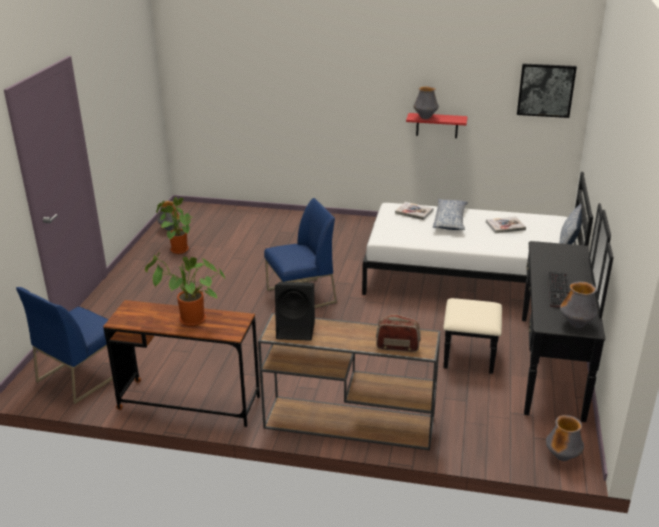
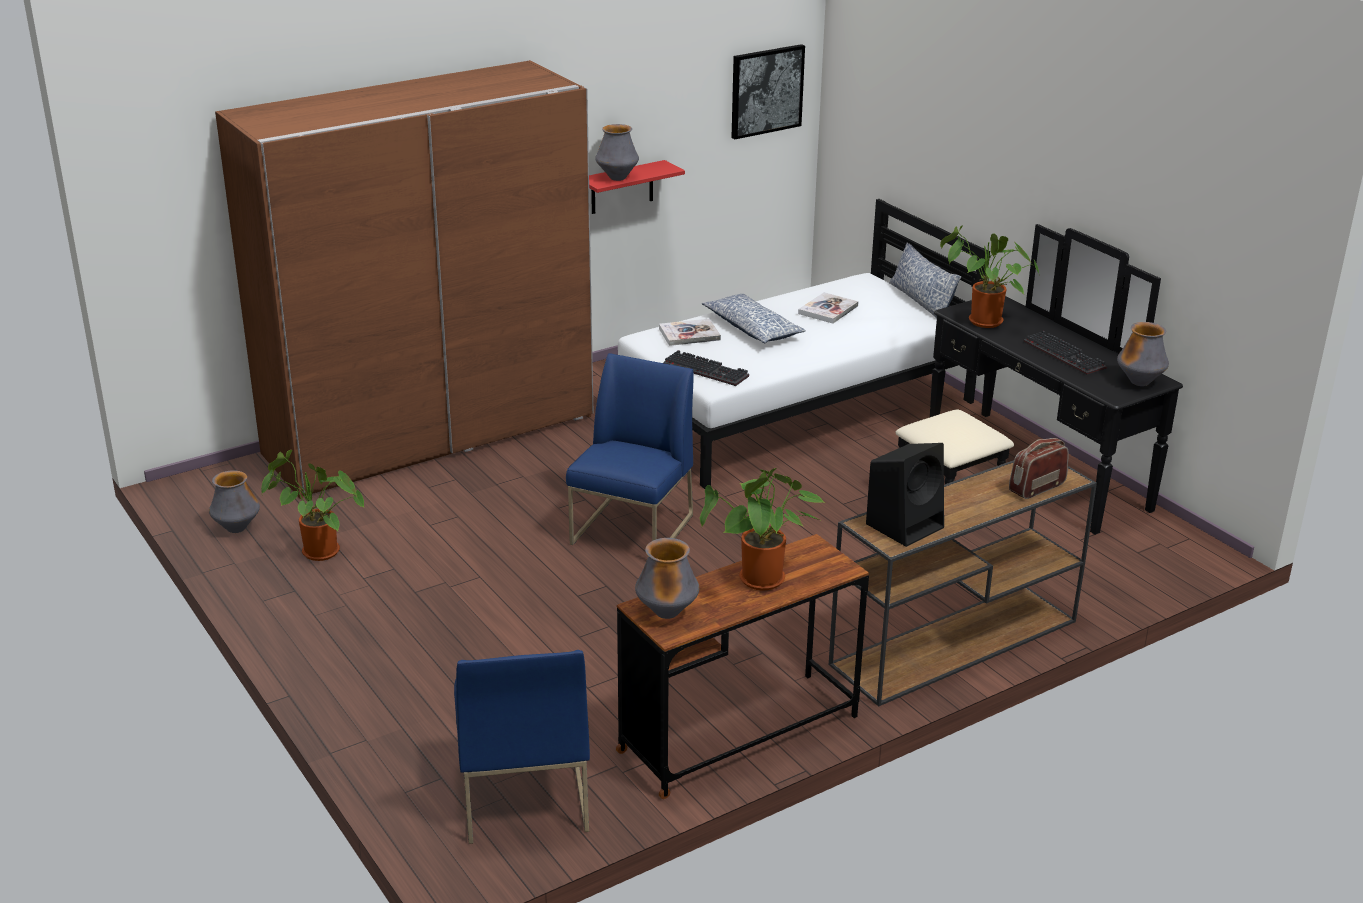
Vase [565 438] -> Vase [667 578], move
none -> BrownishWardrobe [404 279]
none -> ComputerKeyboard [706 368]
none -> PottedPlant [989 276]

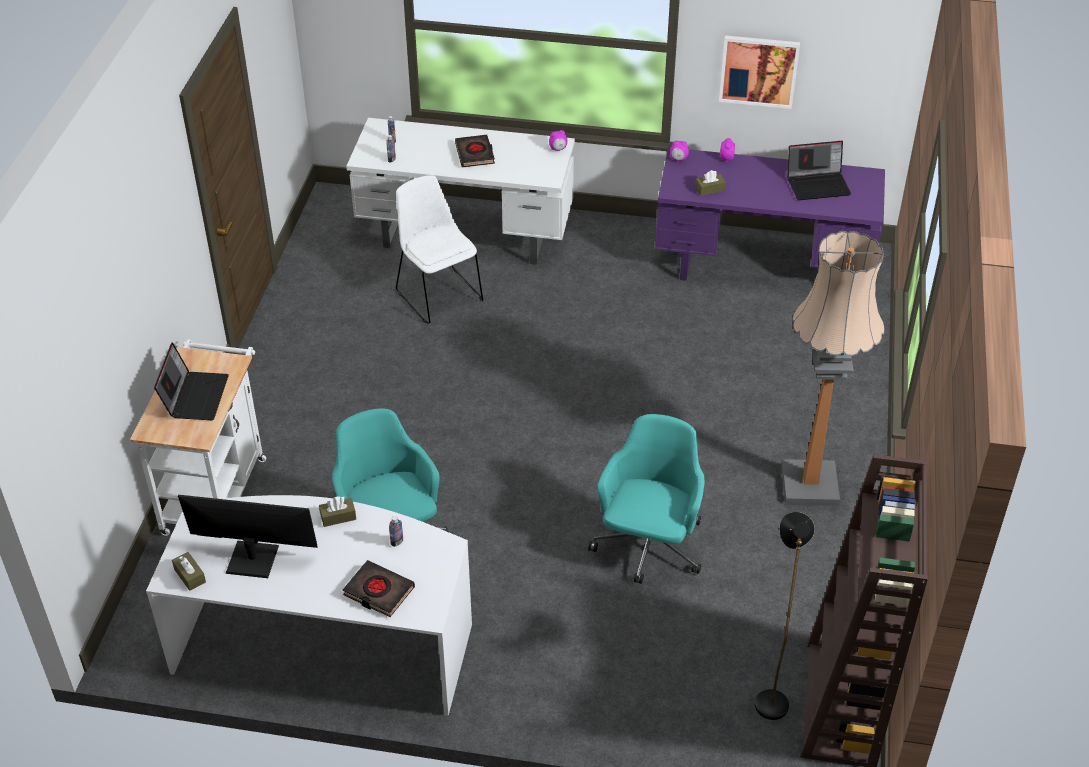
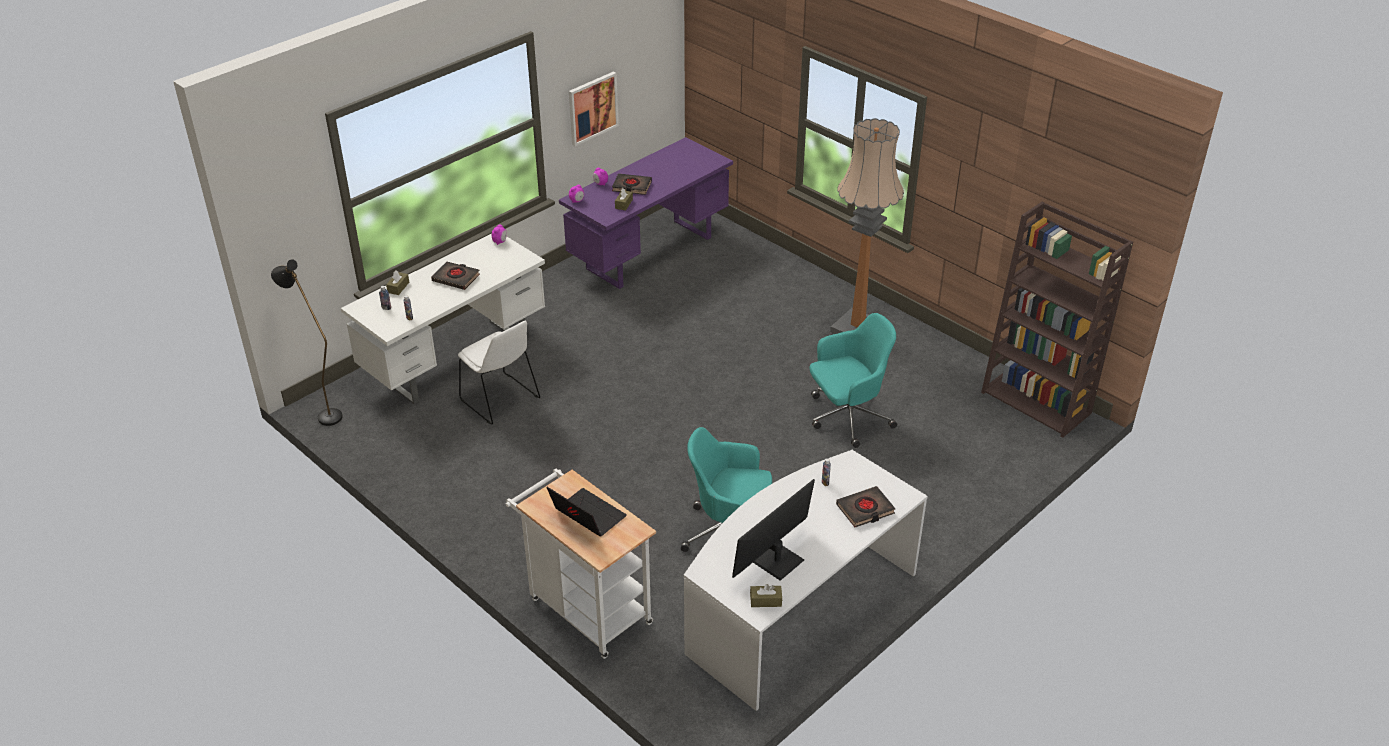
BrownishTissueBox [337 511] -> BrownishTissueBox [397 282], move
WhiteColouredPlainChair [439 249] -> WhiteColouredPlainChair [499 373], 135 degrees counterclockwise
TurquoiseDeskChair [646 499] -> TurquoiseDeskChair [853 380], 105 degrees clockwise
BlackColouredStandardLamp [785 616] -> BlackColouredStandardLamp [307 342], move
NotebookComputer [819 170] -> none
none -> BlackColouredBook [632 184]

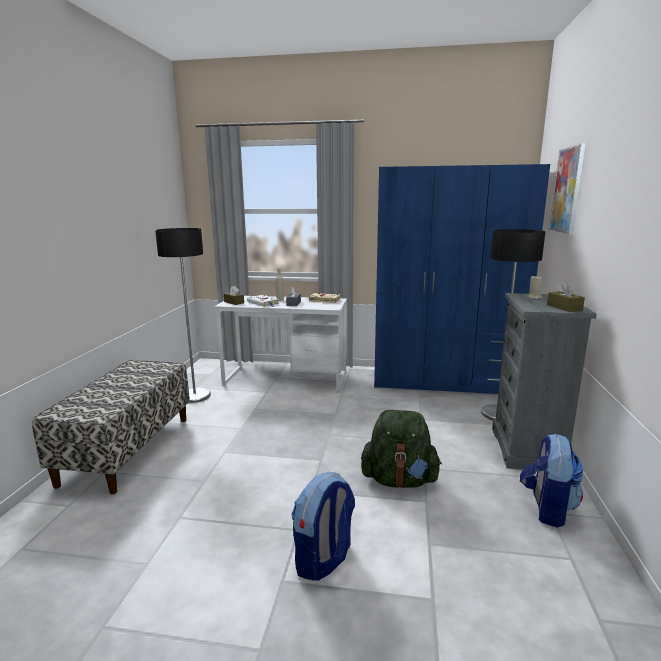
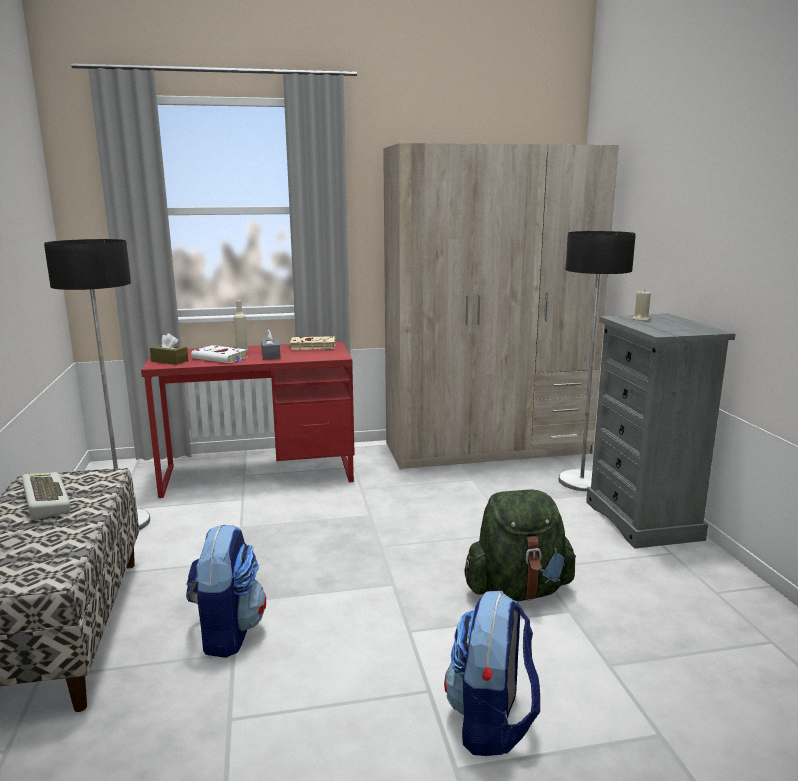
WhiteColouredDeskUnit [280 343] -> RedColouredDeskUnit [248 420]
BlueColouredWardrobe [462 279] -> SandColouredWardrobe [501 306]
Rucksack [551 480] -> Rucksack [226 591], move
BrownishTissueBox [566 297] -> none
Picture [567 188] -> none
none -> ComputerKeyboard [46 496]

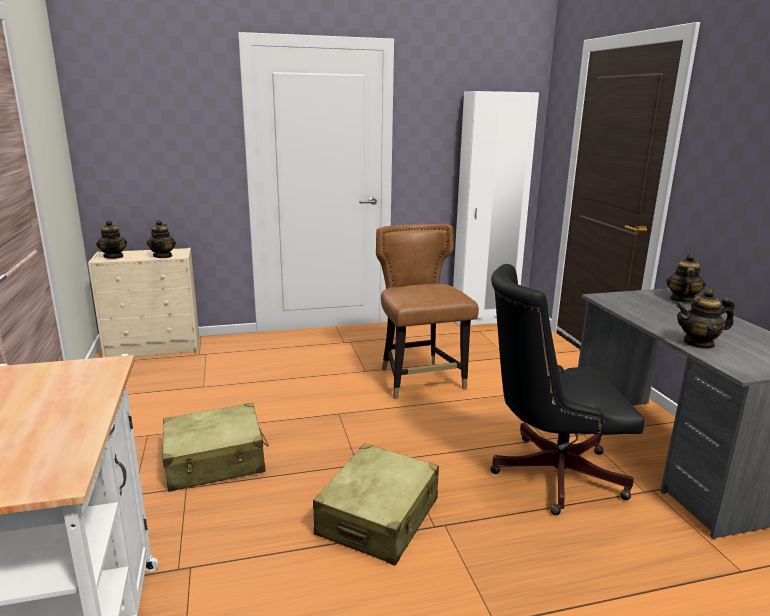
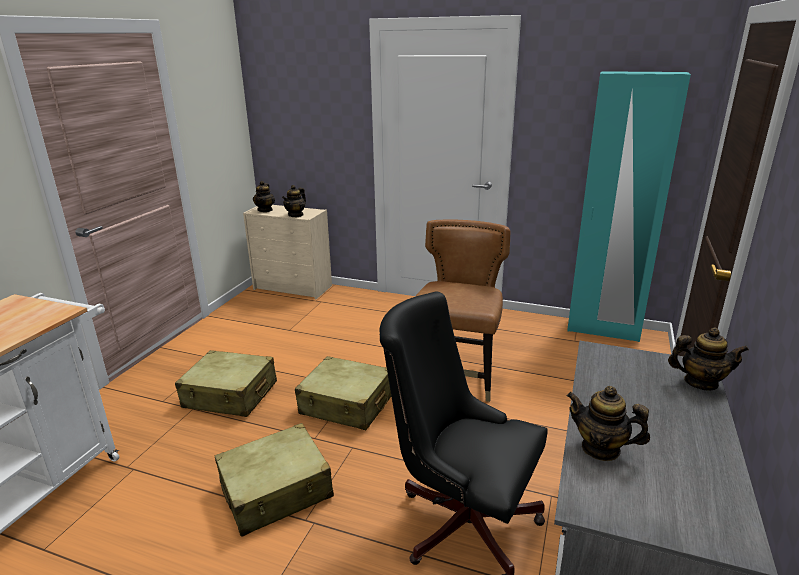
WhiteColouredWardrobe [496 208] -> TurquoiseWardrobe [629 206]
TeaPot [686 278] -> TeaPot [708 359], 45 degrees clockwise
none -> SandColouredTravelCase [343 393]

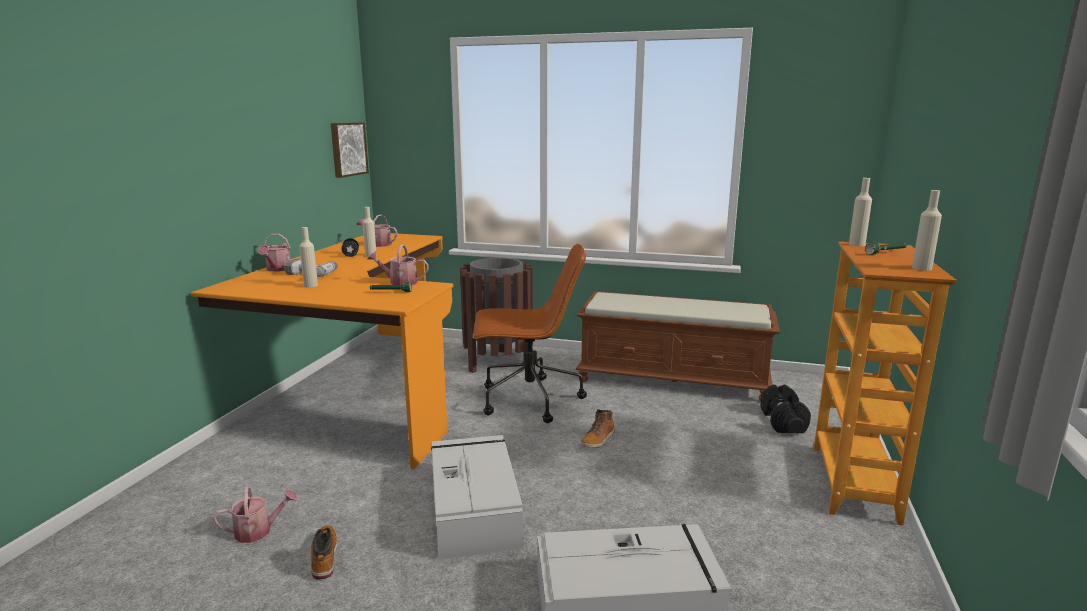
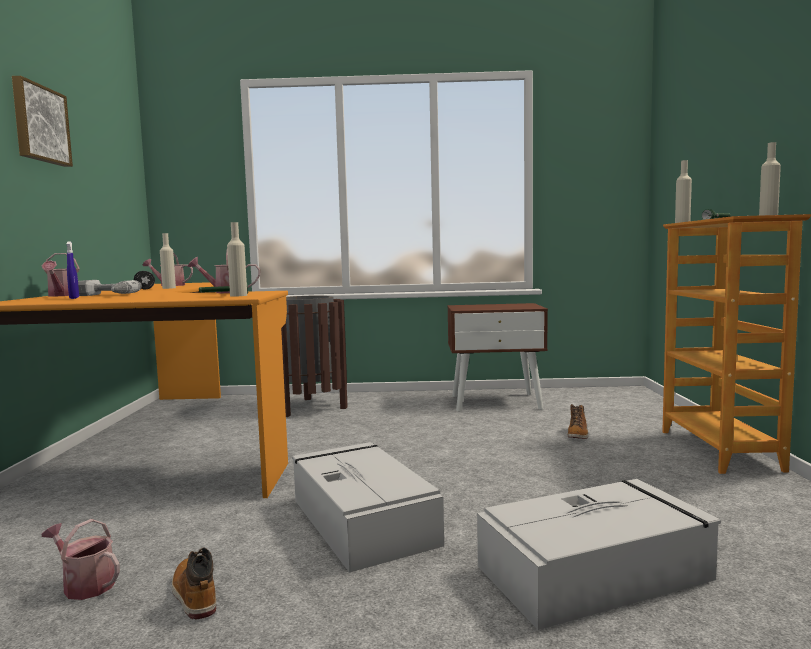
WateringCan [255 515] -> WateringCan [80 559], 120 degrees counterclockwise
SandColouredBeverageBottle [308 257] -> SandColouredBeverageBottle [237 259], move
Picture [350 150] -> Picture [42 121], move
BrownishDeskChair [529 333] -> none
BrownishBench [678 346] -> BrownishBedsideTable [497 357]
TallBoot [597 428] -> TallBoot [578 421], move
BlackColouredFreeWeight [785 408] -> none
none -> BlueColouredSprayBottle [73 270]

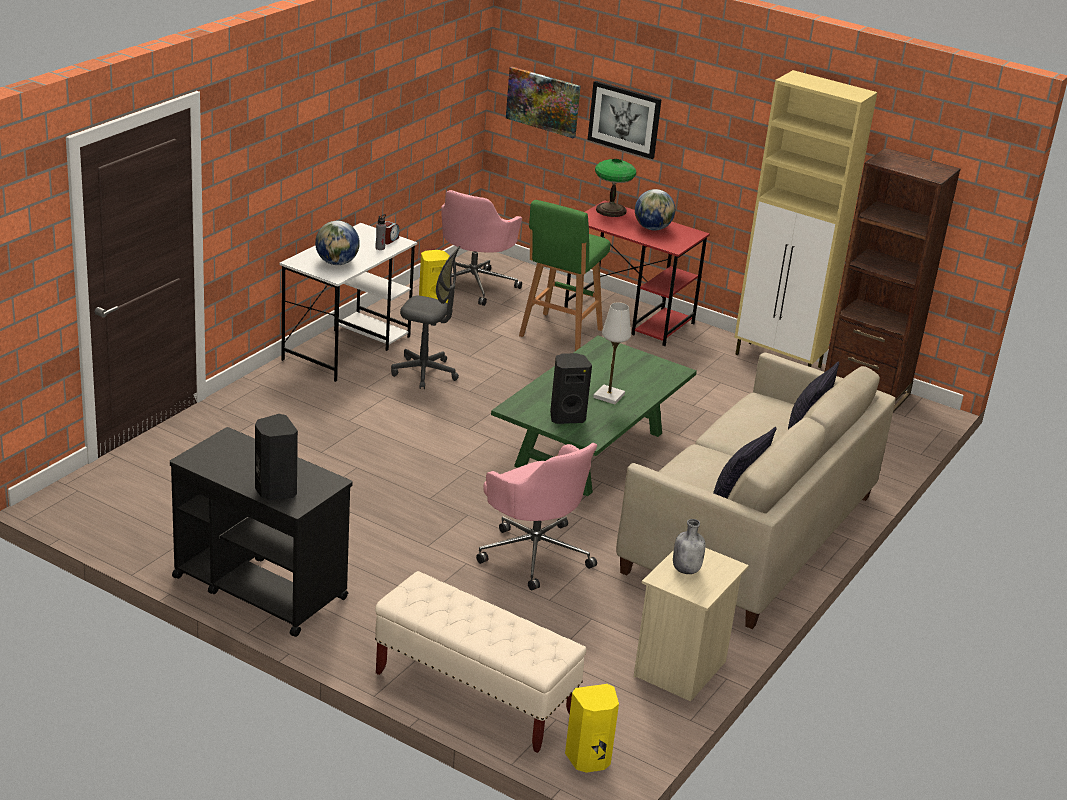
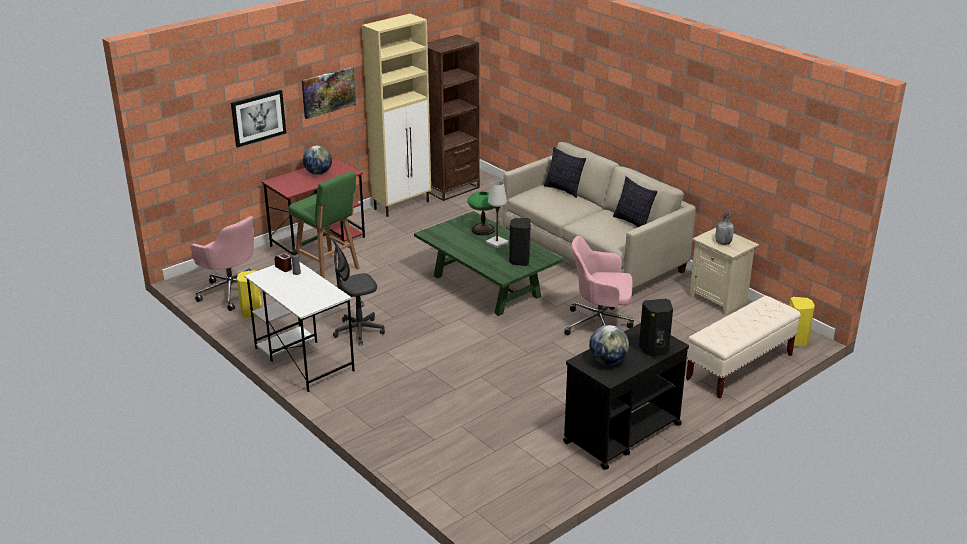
DeskGlobe [337 243] -> DeskGlobe [609 345], move
GrayDeskChair [425 317] -> GrayDeskChair [358 291], 150 degrees counterclockwise
PinkDeskChair [536 516] -> PinkDeskChair [599 285], 150 degrees counterclockwise
Picture [543 102] -> Picture [329 93], move
TableLamp [615 188] -> TableLamp [481 214], move

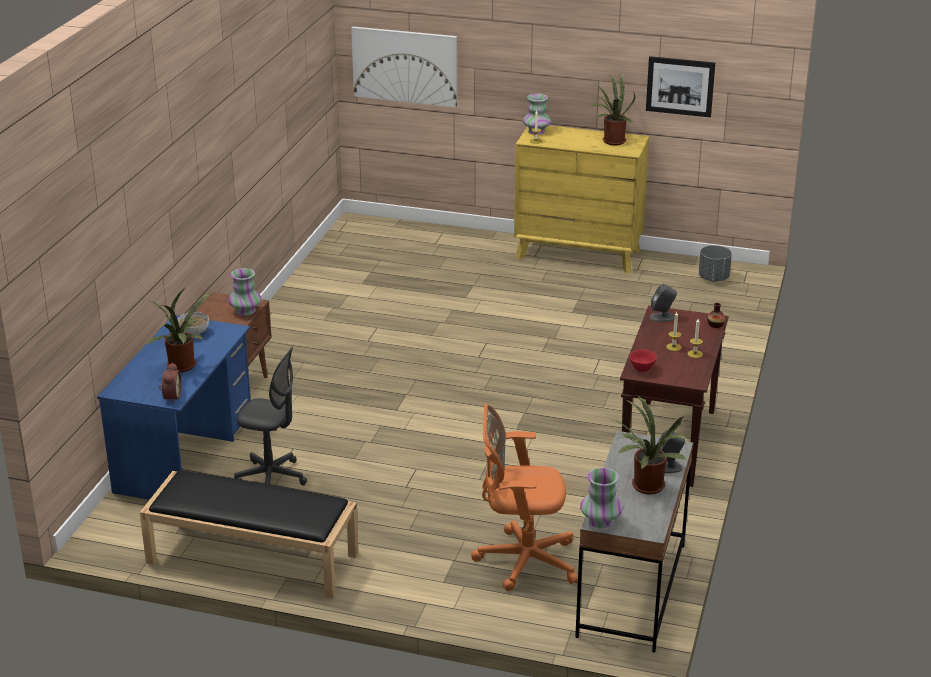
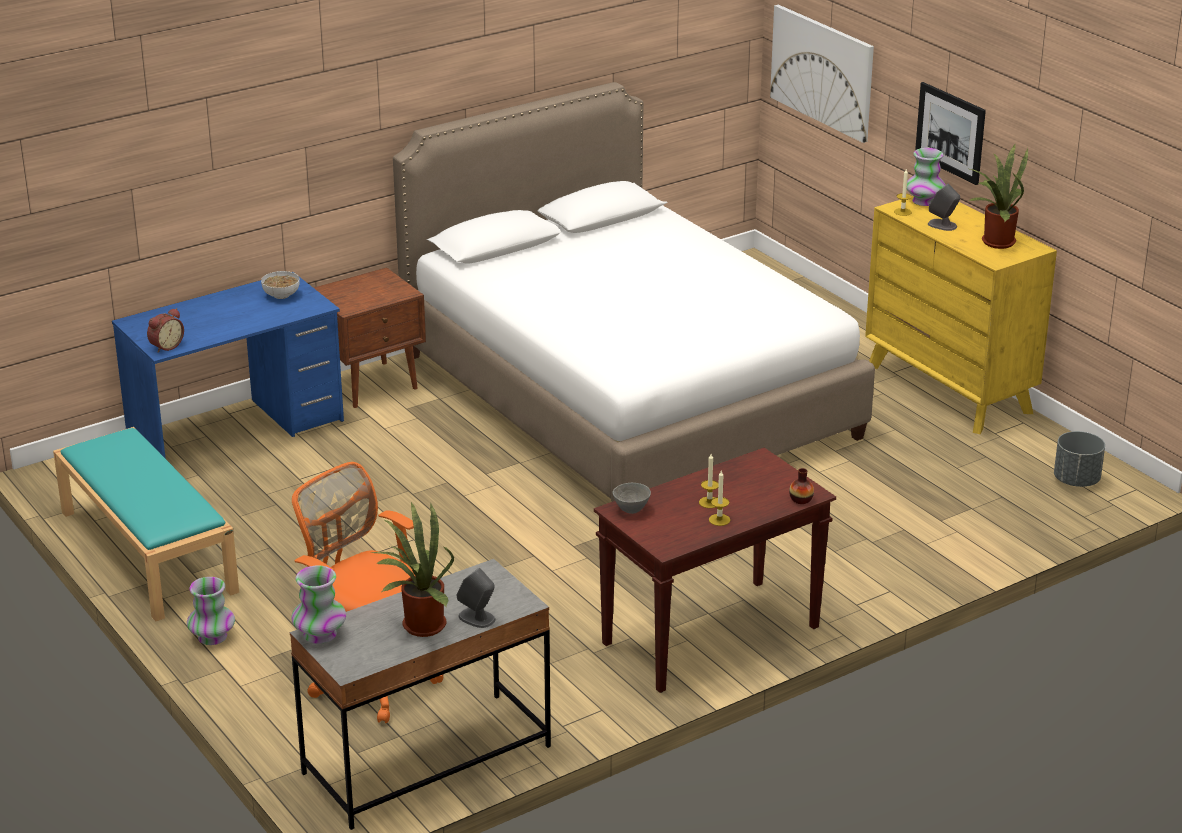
BlackColouredBench [249 534] -> TurquoiseBench [146 524]
PottedPlant [178 330] -> none
Vase [244 292] -> Vase [211 611], move
GrayDeskChair [270 416] -> none
RedColouredBowl [643 360] -> GrayBowl [632 498]
Picture [680 86] -> Picture [950 133], move
GraySpeaker [663 303] -> GraySpeaker [944 207], move
none -> WhiteColouredBed [634 292]

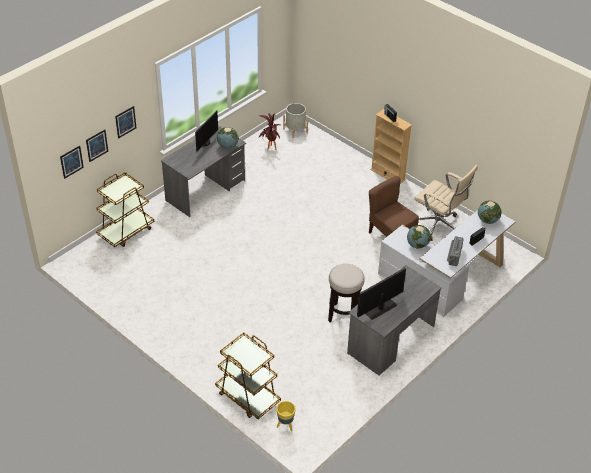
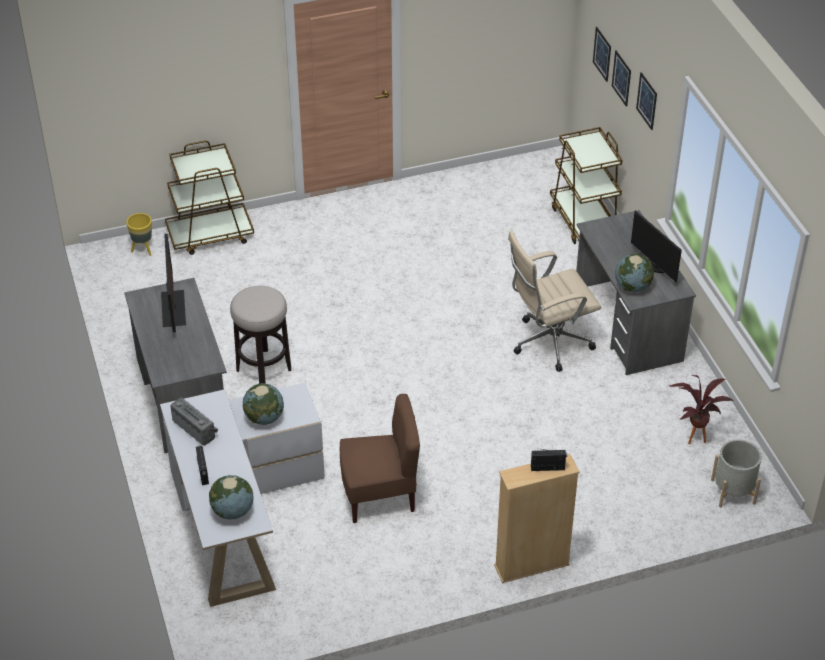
SandColouredDeskChair [446 203] -> SandColouredDeskChair [554 301], move

